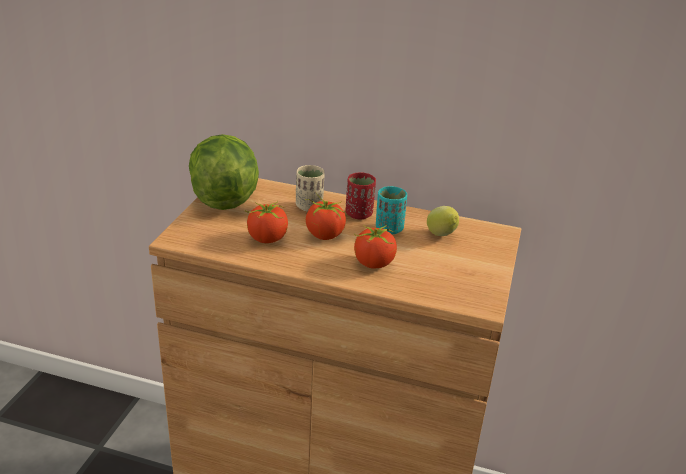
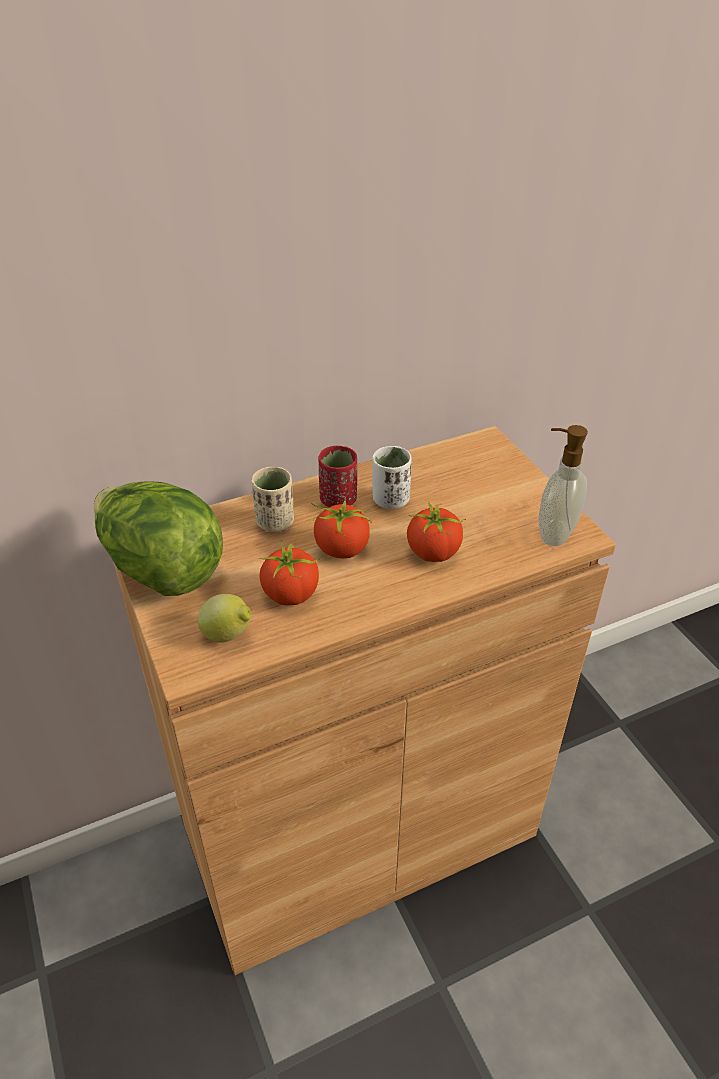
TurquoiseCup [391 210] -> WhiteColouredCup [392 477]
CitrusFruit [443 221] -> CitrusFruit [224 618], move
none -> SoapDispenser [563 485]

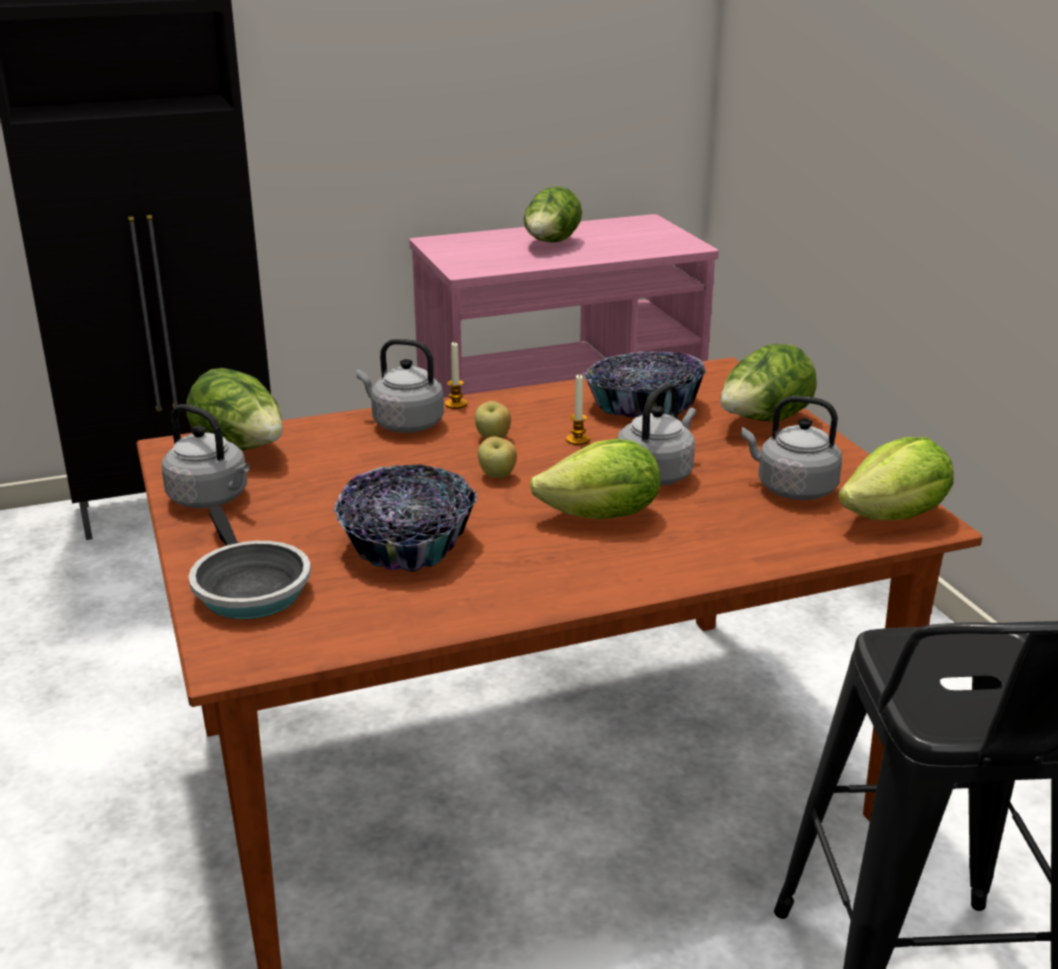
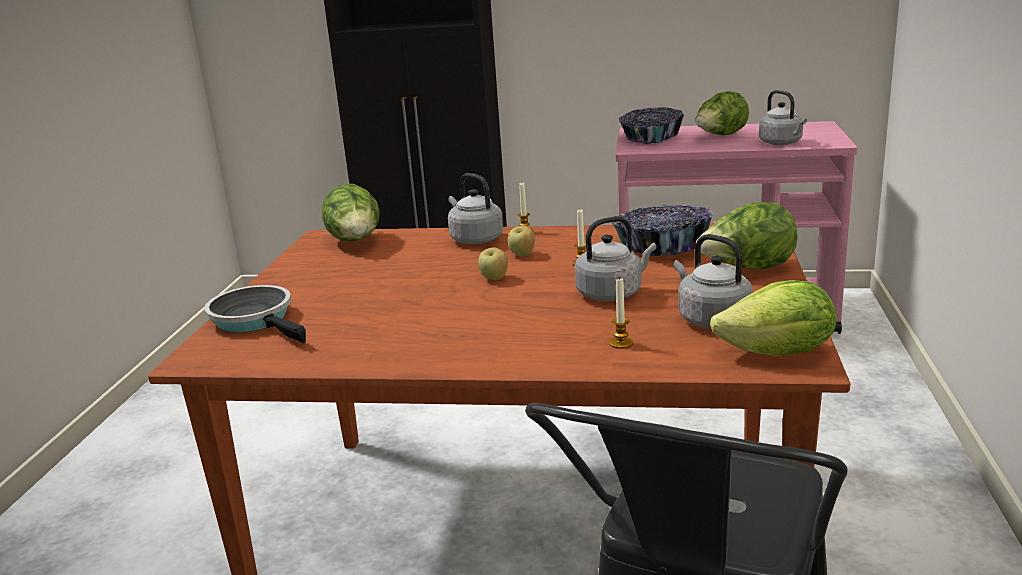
GrayWaterKettle [206 456] -> GrayWaterKettle [783 117], move
Skillet [249 562] -> Skillet [255 314], 135 degrees clockwise
Bowl [405 518] -> Bowl [652 125], move
HeadOfLettuce [595 479] -> none
none -> WaxCandle [621 313]

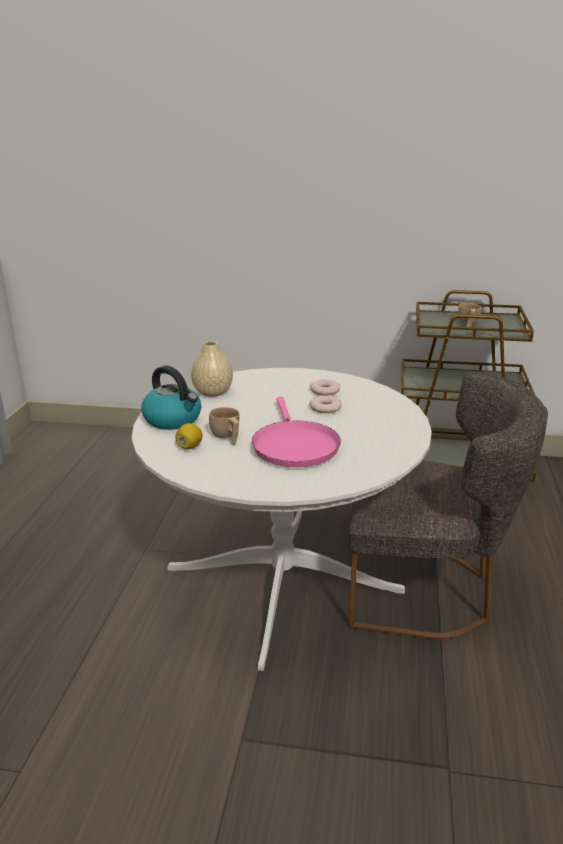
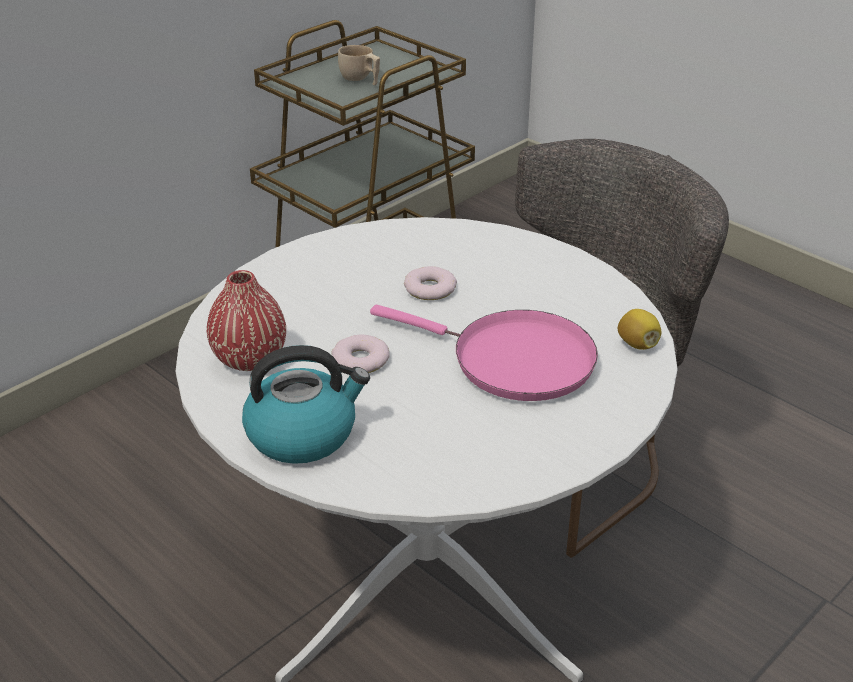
CitrusFruit [189 436] -> CitrusFruit [640 329], move
SandColouredVase [212 369] -> RedColouredVase [246 320]
SandColouredCup [224 426] -> none
Doughnut [325 387] -> Doughnut [361 353], move

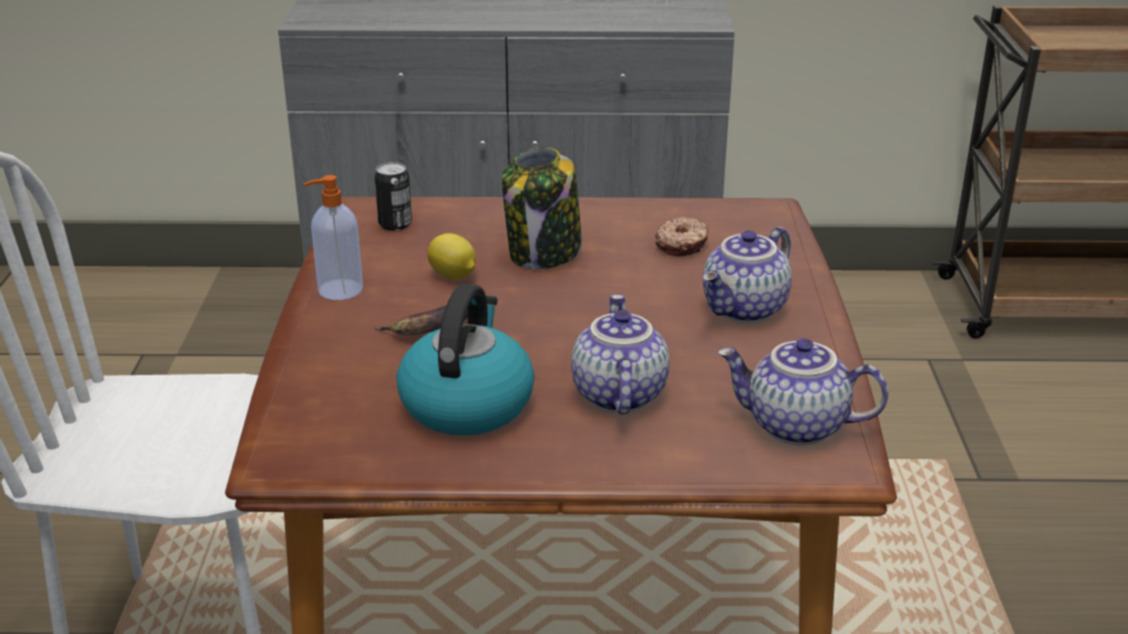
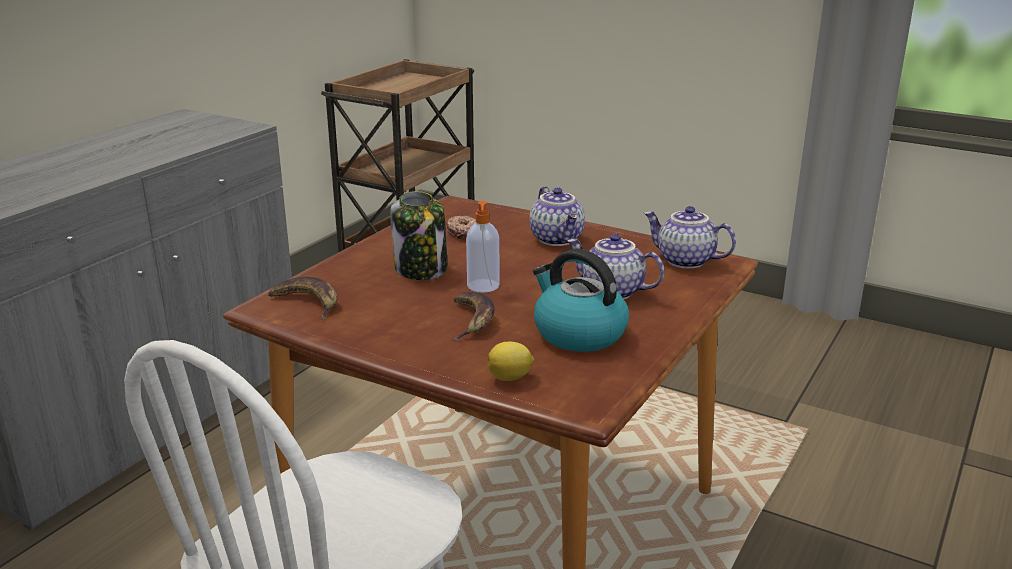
SoapDispenser [333 237] -> SoapDispenser [482 247], move
SealedCan [393 196] -> BananaFruit [303 298]
CitrusFruit [451 256] -> CitrusFruit [511 361], move
TeaPot [802 392] -> TeaPot [690 237], 75 degrees clockwise

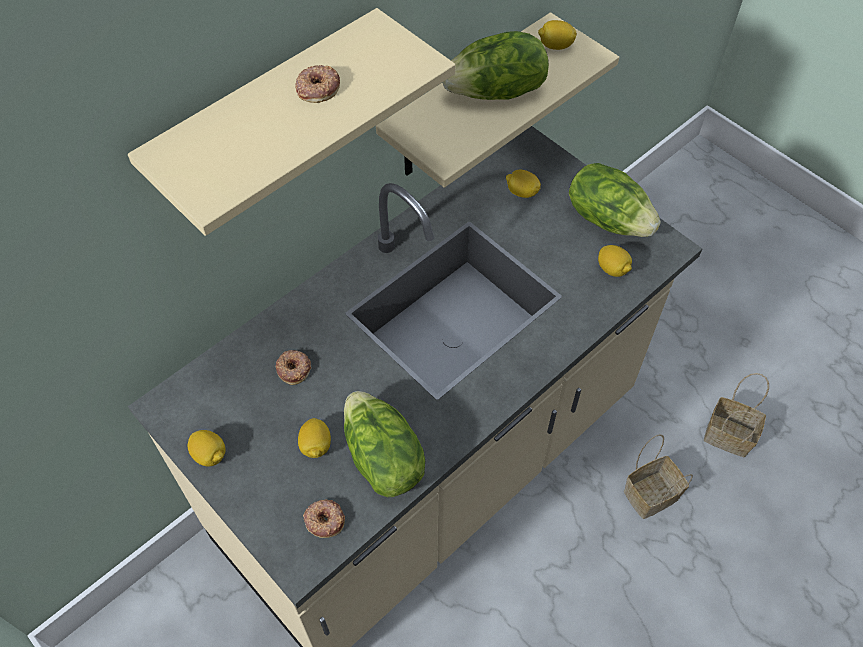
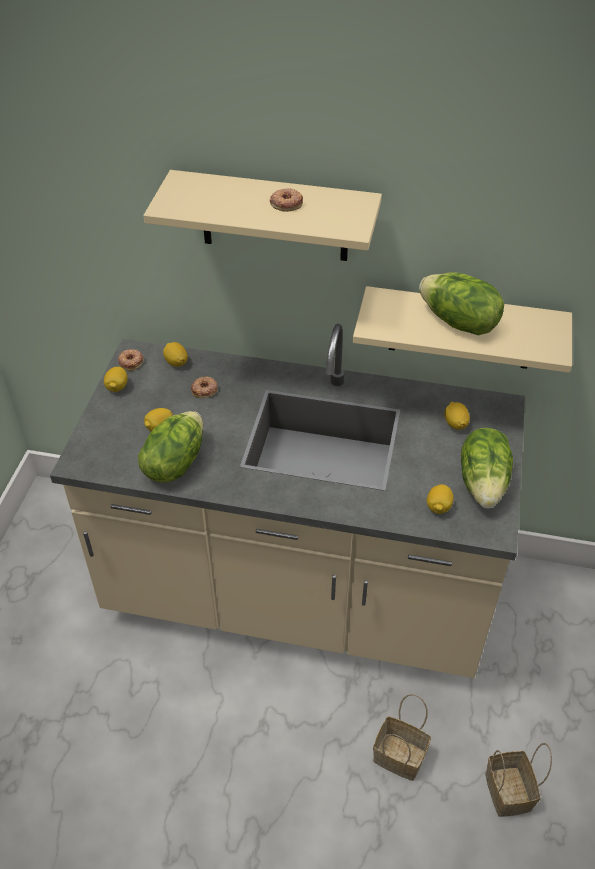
Doughnut [324 518] -> Doughnut [131 360], move
CitrusFruit [557 35] -> CitrusFruit [175 354], move

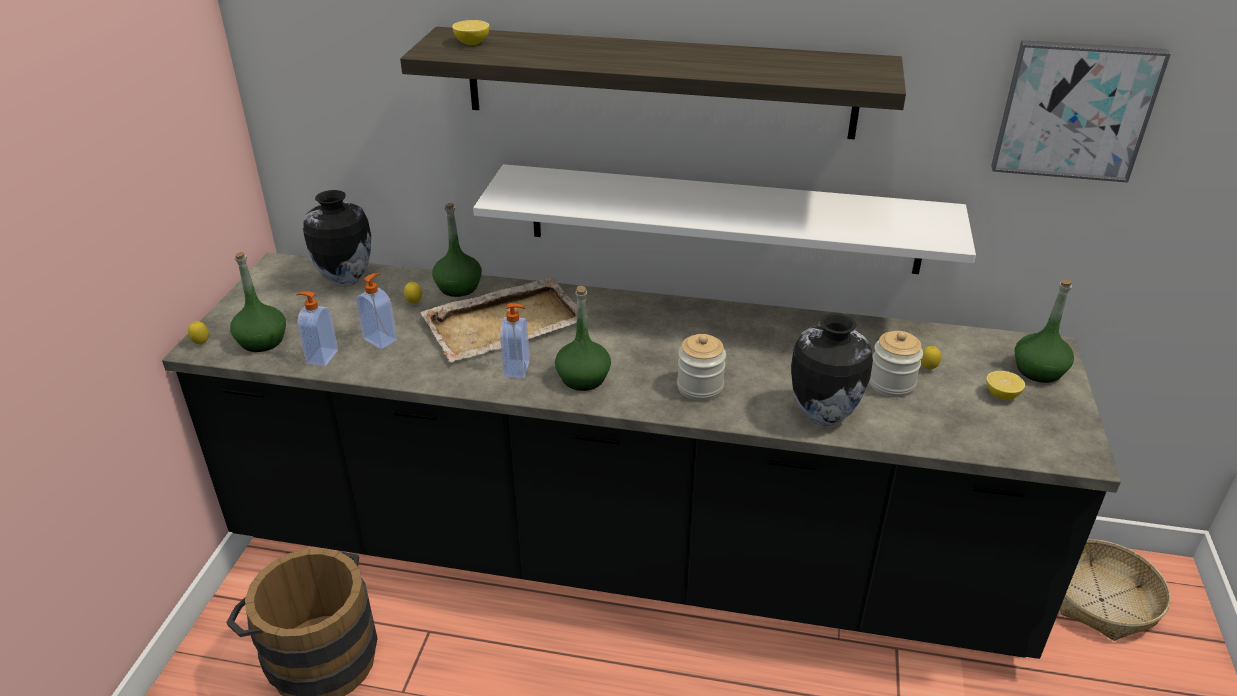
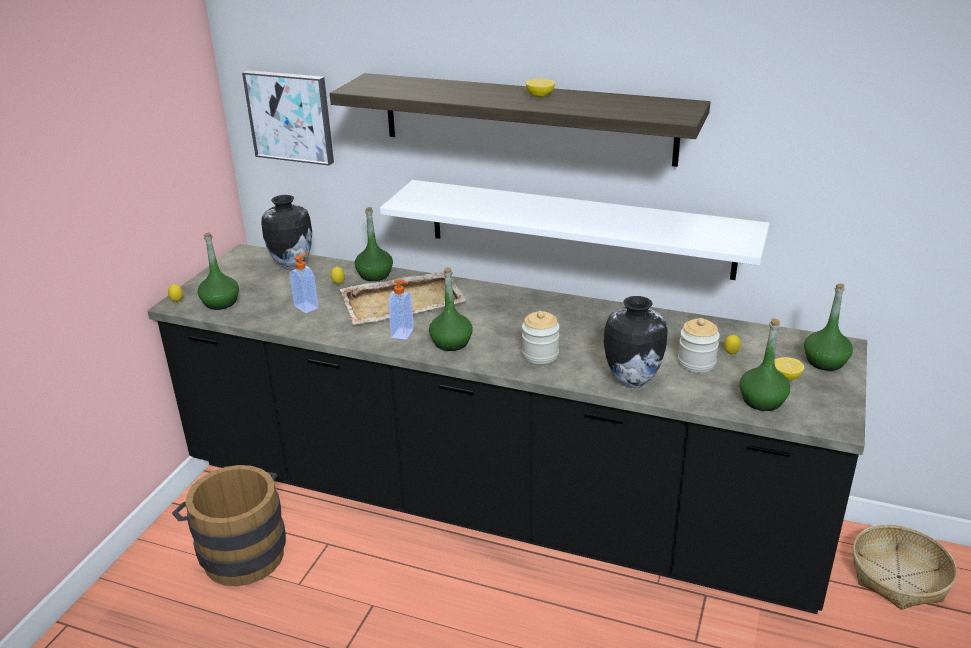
SoapDispenser [317 328] -> none
CitrusFruit [470 32] -> CitrusFruit [540 88], move
Picture [1081 111] -> Picture [288 118], move
none -> GreenBeverageBottle [764 364]

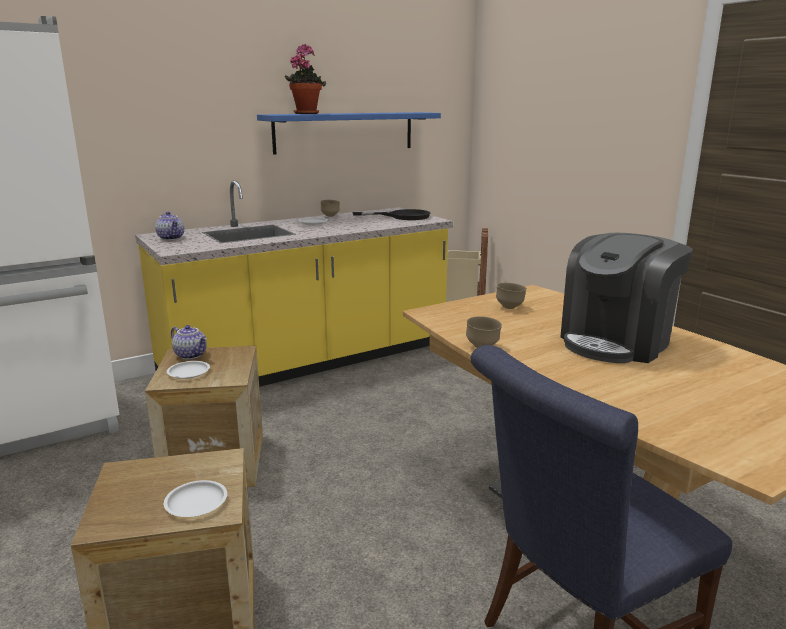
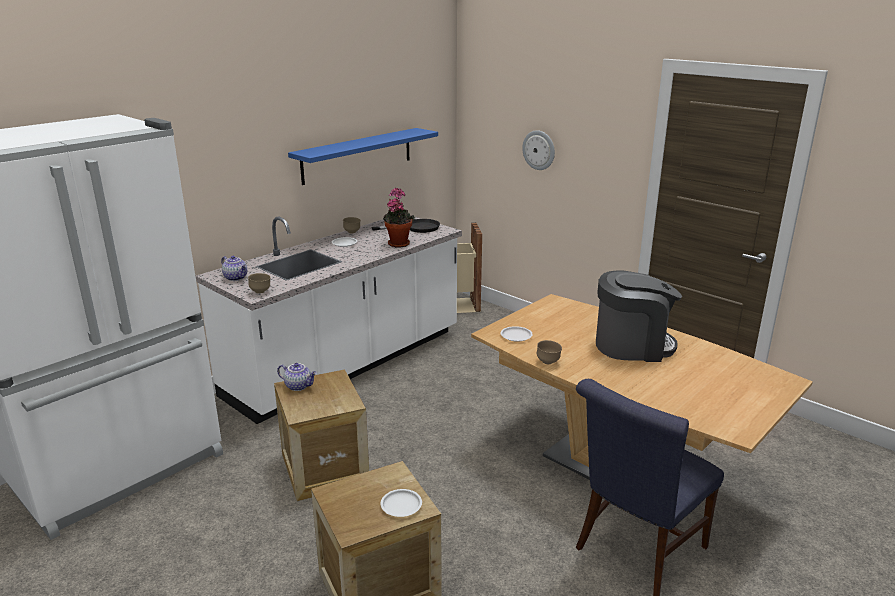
YellowCounter [294 283] -> WhiteColouredCounter [329 320]
WhiteColouredPlate [188 370] -> WhiteColouredPlate [516 334], move
PottedPlant [305 79] -> PottedPlant [399 218], move
BrownishBowl [511 296] -> BrownishBowl [259 283], move
CoffeeMaker [626 298] -> CoffeeMaker [639 316], 120 degrees counterclockwise
none -> WallClock [538 150]

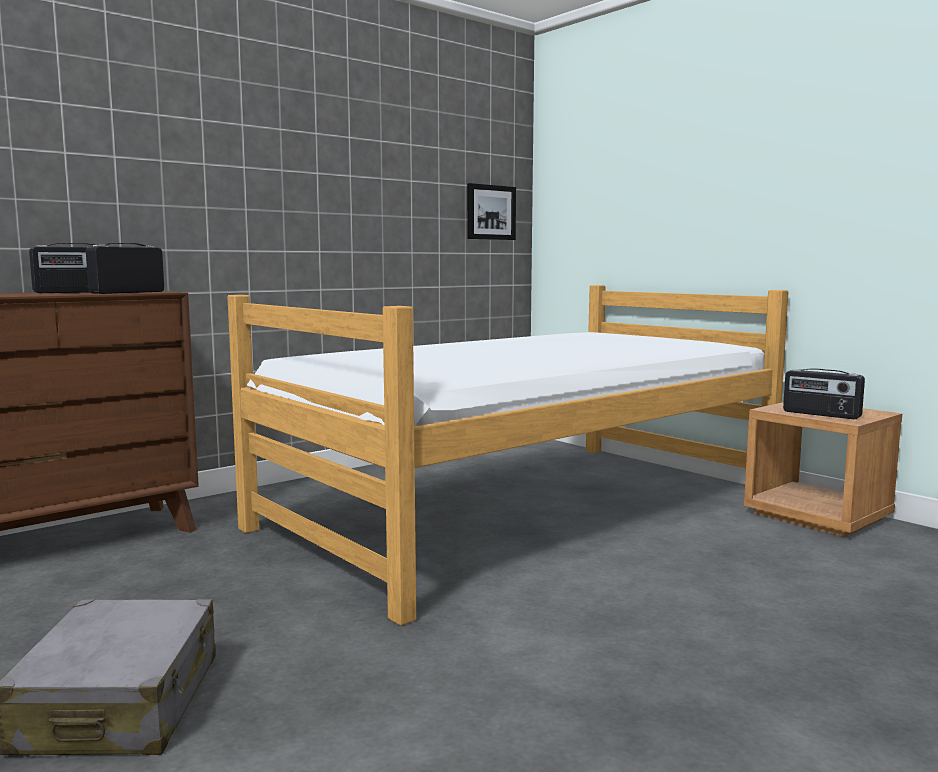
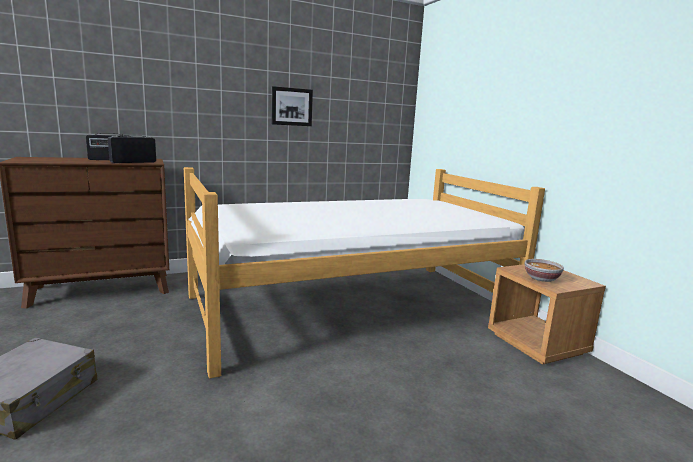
Picture [491 211] -> Picture [292 106], move
Radio [824 393] -> Bowl [544 270]

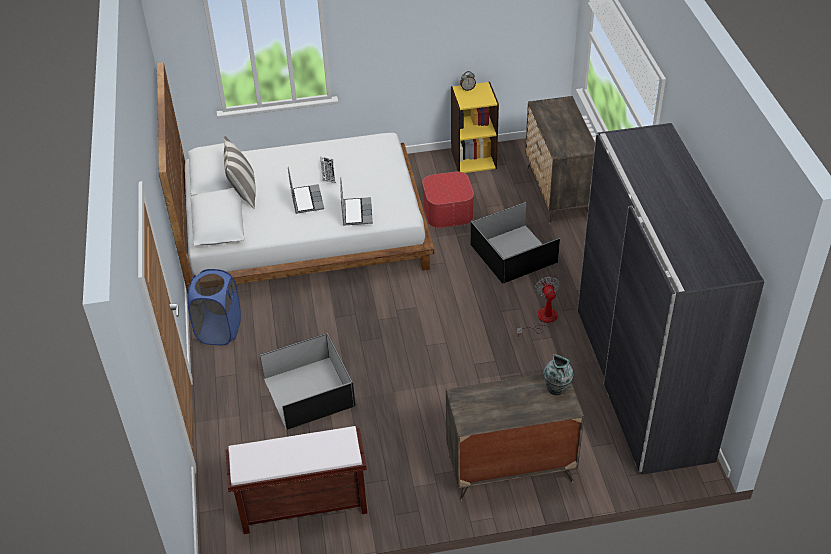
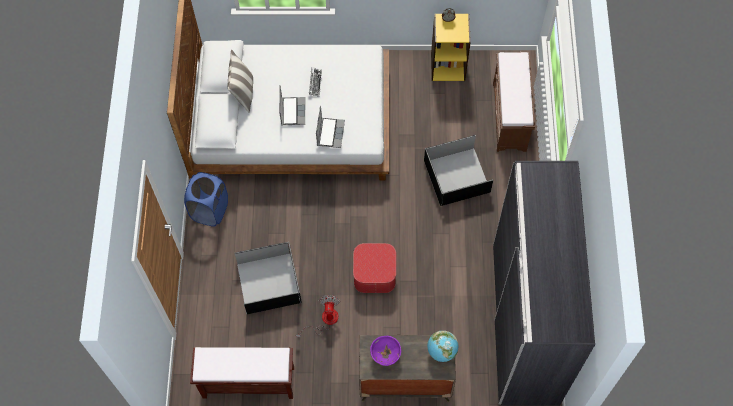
Footrest [448 200] -> Footrest [374 268], move
ElectricFan [538 307] -> ElectricFan [318 316], move
ChestOfDrawers [560 160] -> BrownishBench [514 102]
Vase [558 374] -> DeskGlobe [442 346]
none -> PurpleBowl [385 351]

